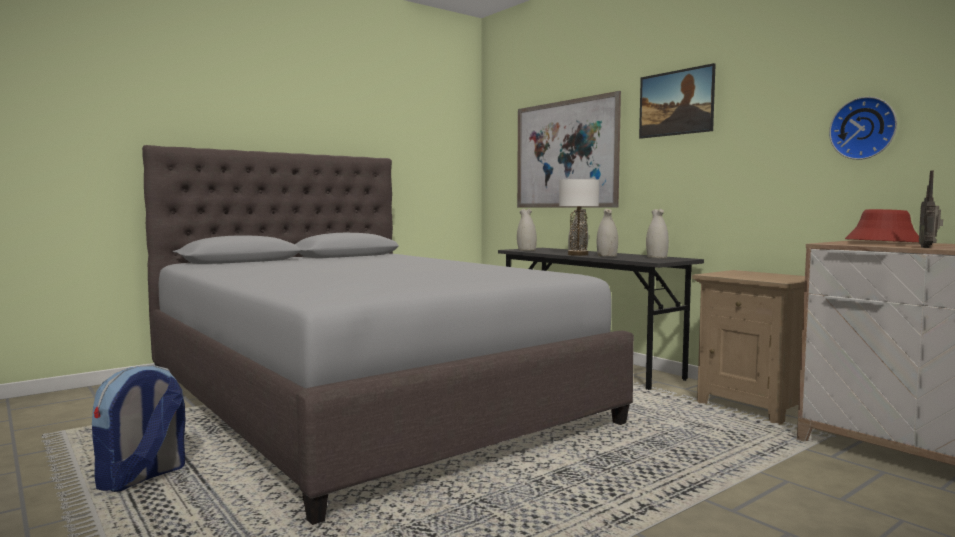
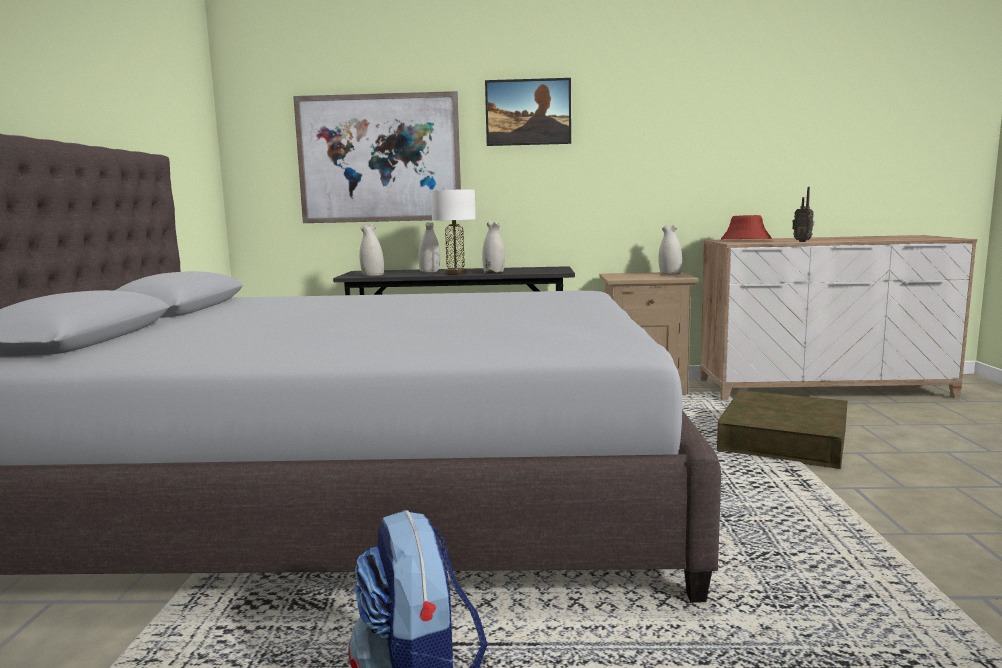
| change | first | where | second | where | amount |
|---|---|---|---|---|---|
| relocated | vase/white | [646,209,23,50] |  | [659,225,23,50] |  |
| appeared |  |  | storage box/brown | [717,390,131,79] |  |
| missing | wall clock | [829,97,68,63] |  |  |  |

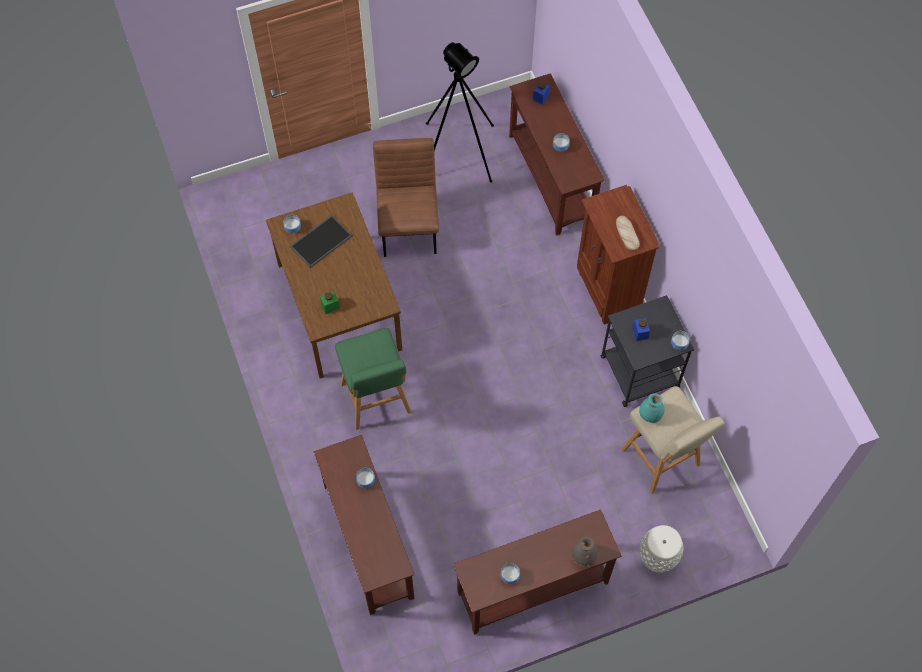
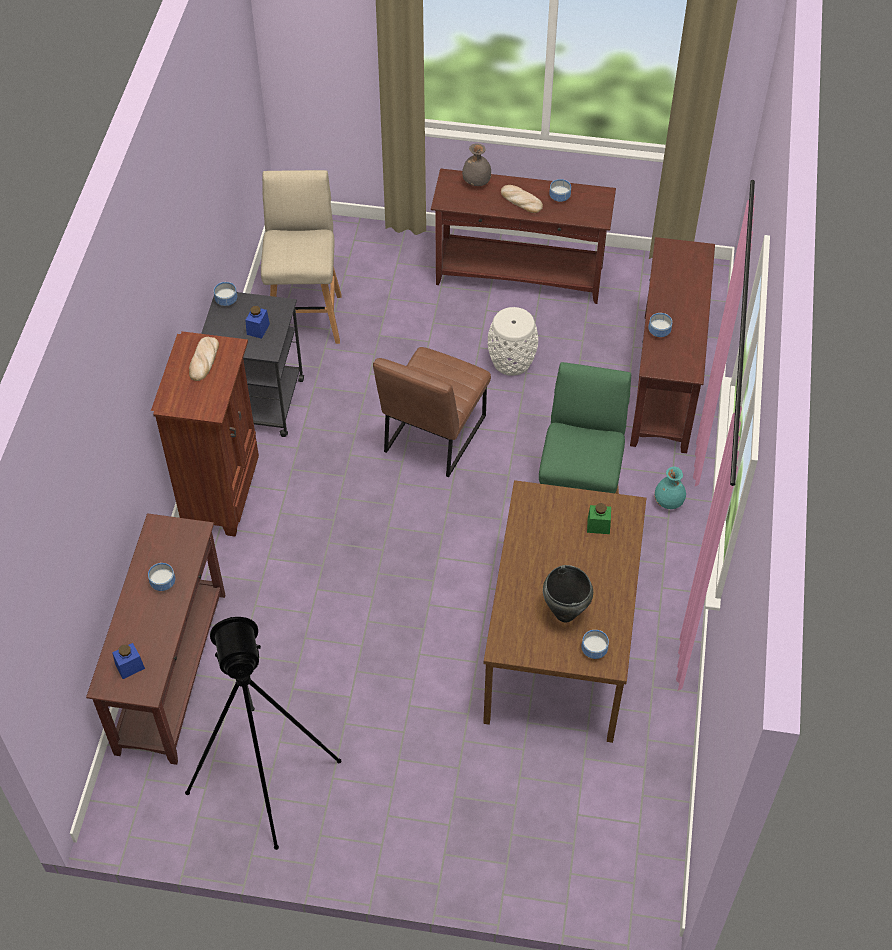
| change | first | where | second | where | amount |
|---|---|---|---|---|---|
| relocated | chair/brown | [373,138,66,119] |  | [373,347,118,130] |  |
| relocated | stool/white | [640,525,43,48] |  | [488,307,50,69] |  |
| appeared |  |  | bread | [501,185,42,28] |  |
| exchanged | tray | [290,215,62,53] | cooking pot/black | [543,565,50,57] |  |
| relocated | vase/turquoise | [639,393,26,30] |  | [654,467,32,42] |  |

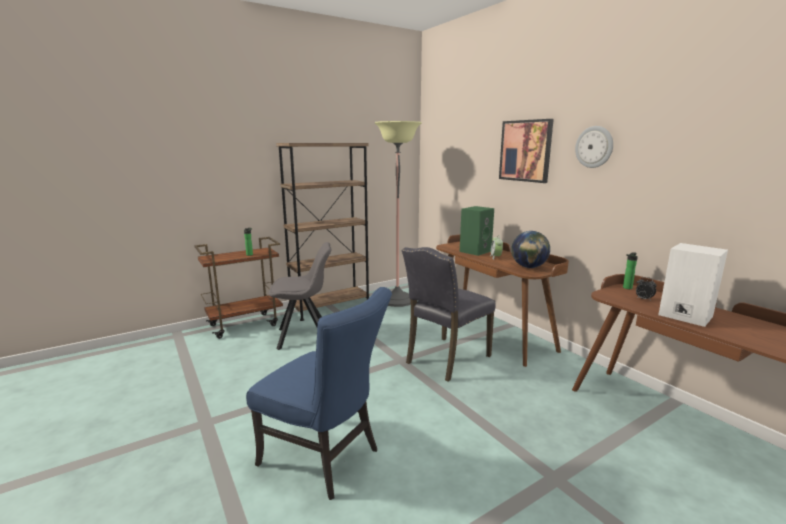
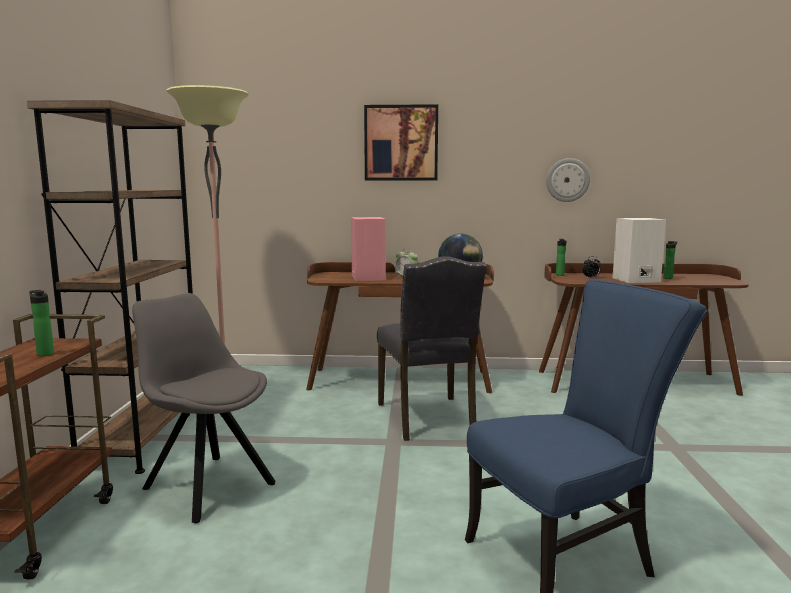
| change | first | where | second | where | amount |
|---|---|---|---|---|---|
| spun | chair/grey | [269,242,62,108] |  | [132,293,143,230] | 75 degrees counterclockwise |
| colour | speaker/green | [460,206,34,50] | speaker/pink | [351,217,35,64] |  |
| relocated | wall clock | [575,126,38,42] |  | [546,158,44,44] |  |
| appeared |  |  | bottle | [663,241,14,38] |  |

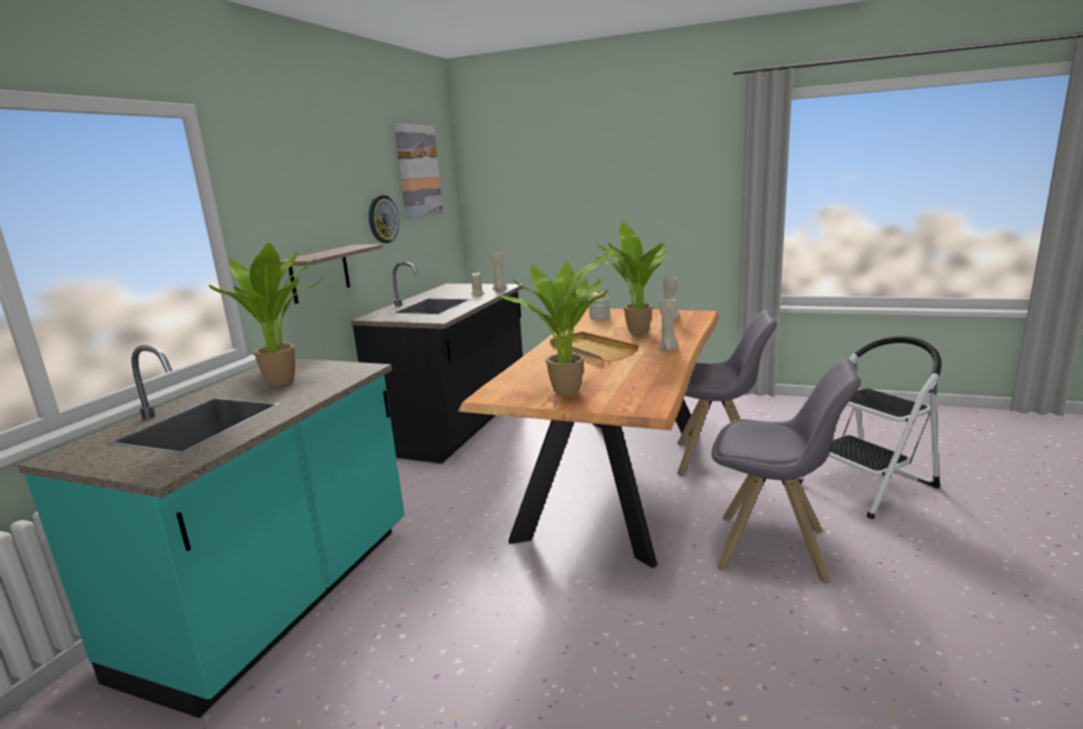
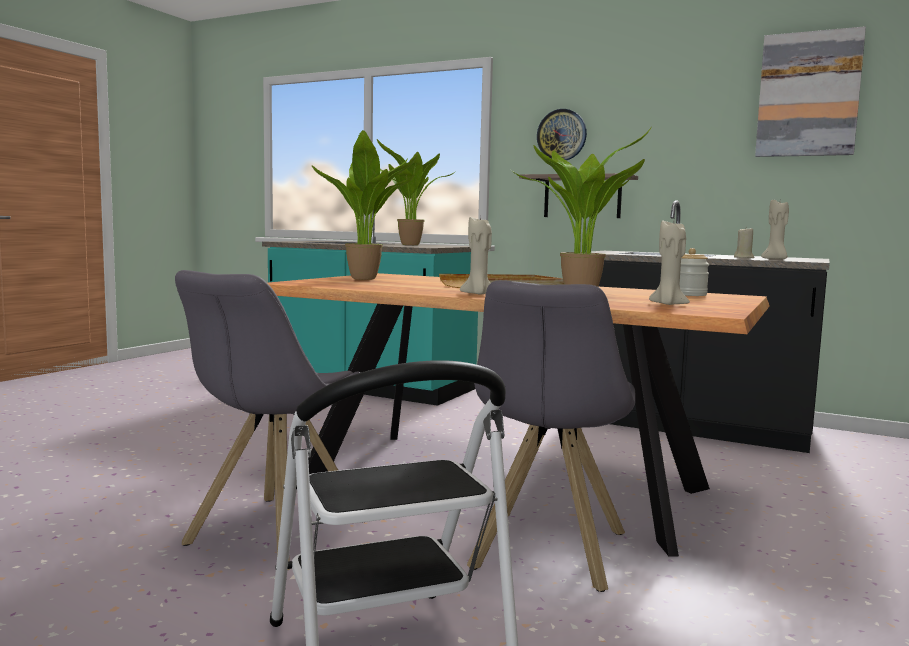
| change | first | where | second | where | amount |
|---|---|---|---|---|---|
| relocated | wall clock | [369,195,30,48] |  | [537,109,50,51] |  |

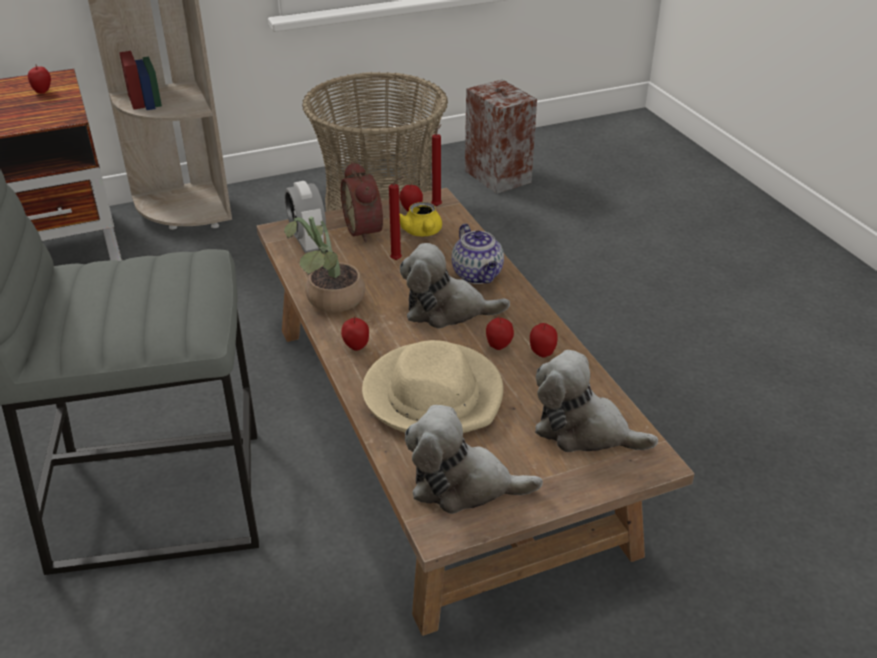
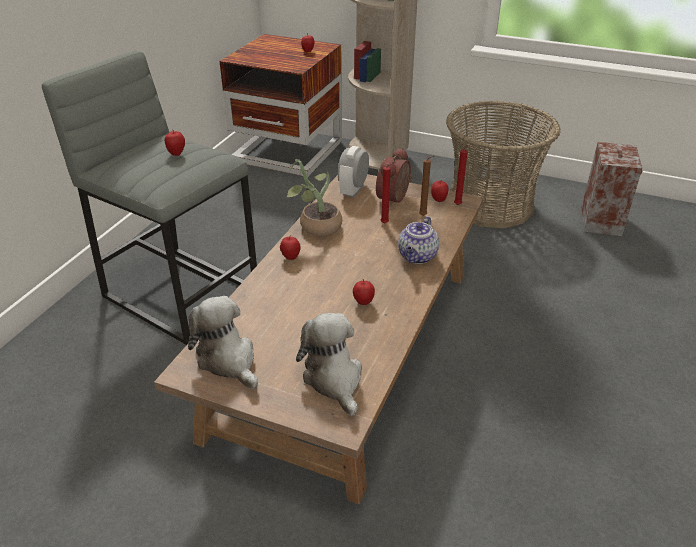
| change | first | where | second | where | amount |
|---|---|---|---|---|---|
| relocated | apple | [530,323,28,35] |  | [165,130,20,26] |  |
| exchanged | teapot/yellow | [400,202,42,34] | candle/brown | [419,155,16,61] |  |
| missing | hat/beige | [362,340,142,93] |  |  |  |
| missing | plush toy | [400,243,110,86] |  |  |  |

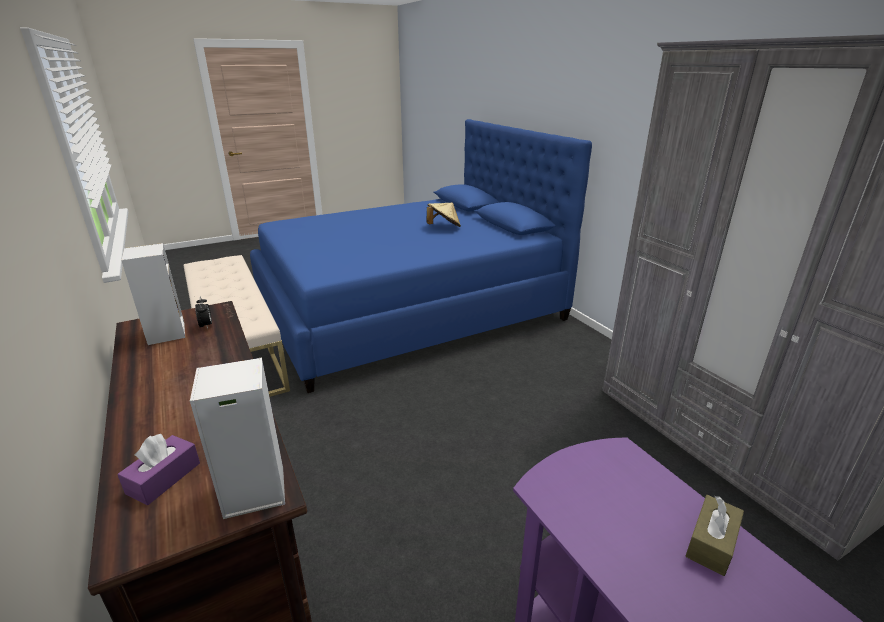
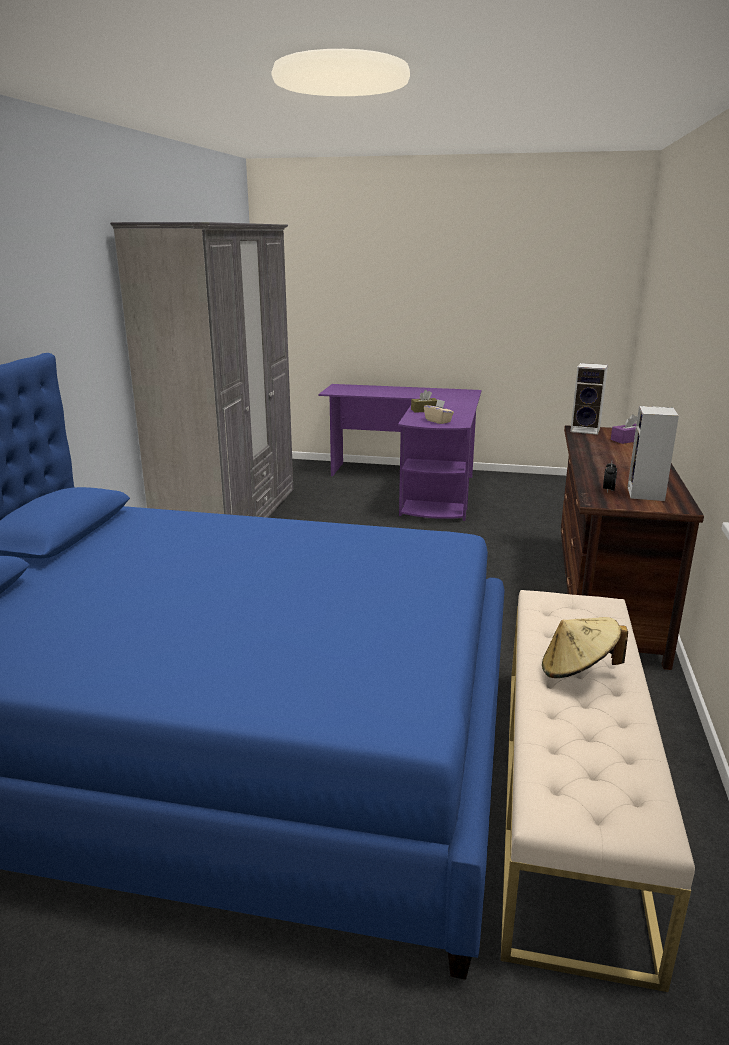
| change | first | where | second | where | amount |
|---|---|---|---|---|---|
| appeared |  |  | tissue box/beige | [424,399,30,25] |  |
| relocated | hat/beige | [427,203,34,24] |  | [542,617,86,61] |  |

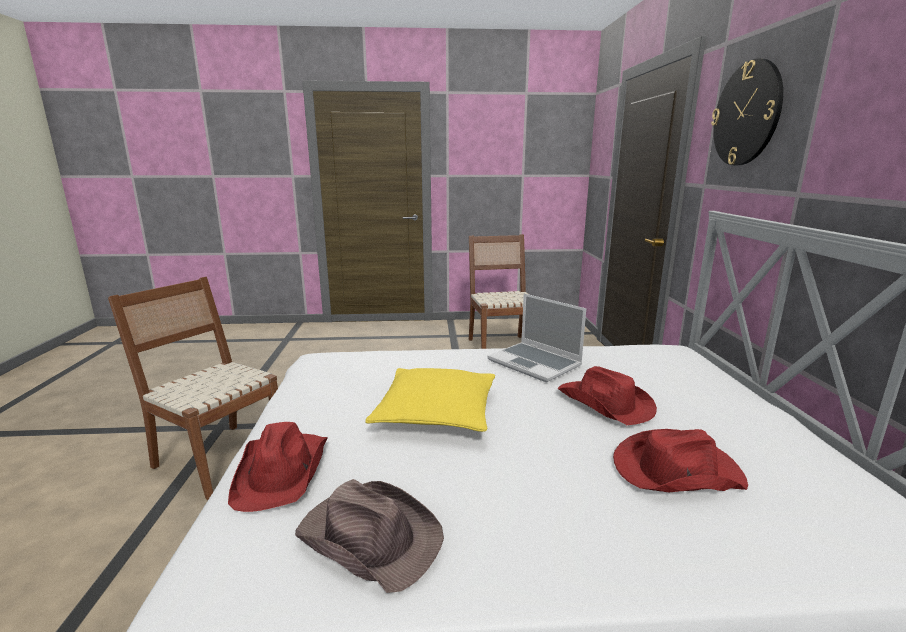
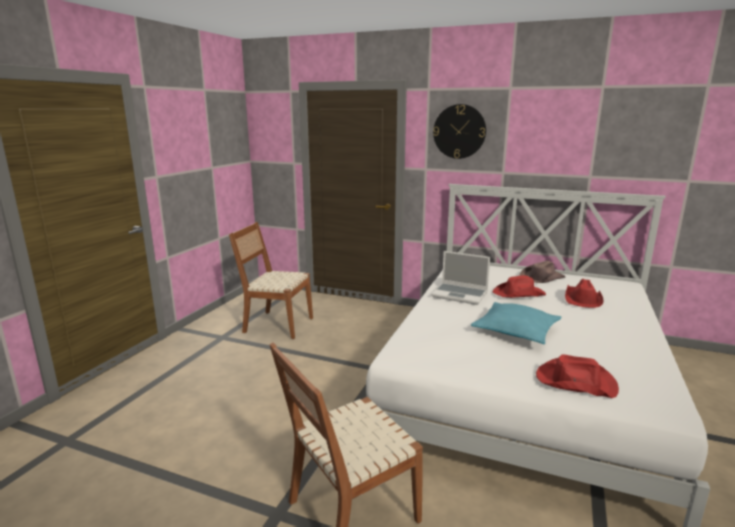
| change | first | where | second | where | amount |
|---|---|---|---|---|---|
| spun | laptop | [488,293,98,90] |  | [431,251,59,54] | 45 degrees clockwise |
| colour | pillow/yellow | [365,368,130,64] | pillow/turquoise | [471,302,90,42] |  |
| relocated | hat/brown | [295,479,149,114] |  | [520,261,45,22] |  |

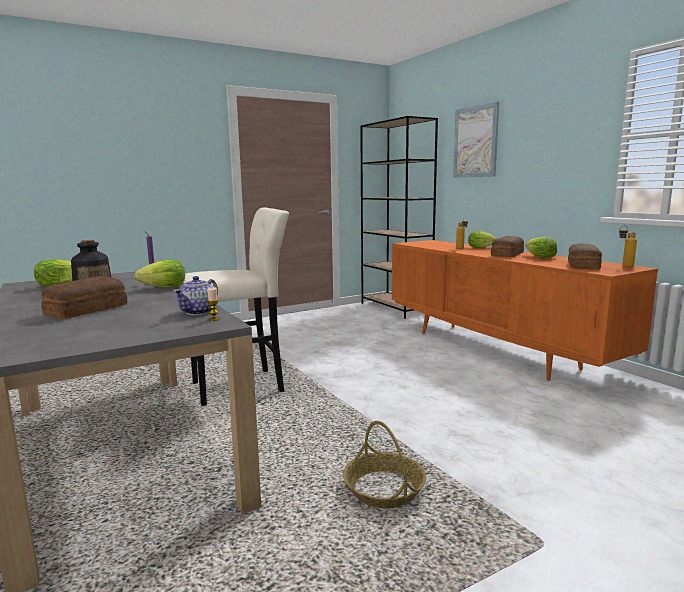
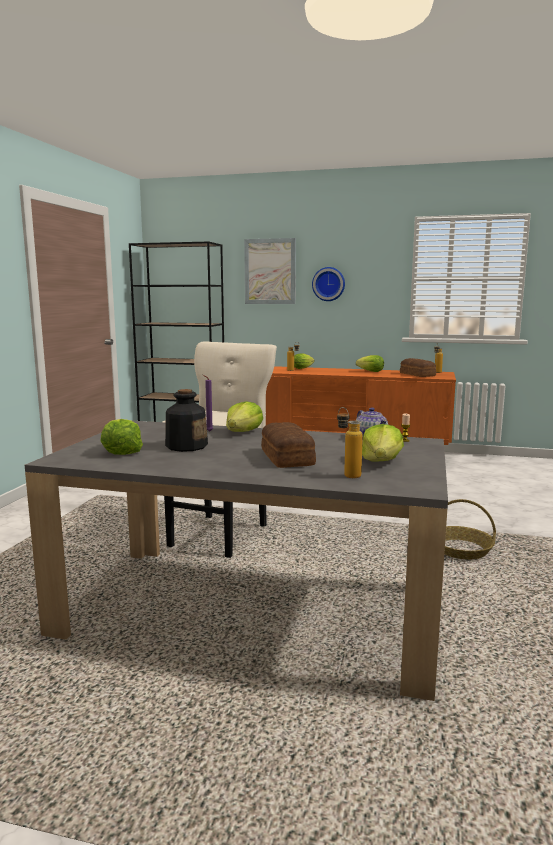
| change | first | where | second | where | amount |
|---|---|---|---|---|---|
| appeared |  |  | wall clock | [312,267,33,34] |  |
| appeared |  |  | bottle | [337,407,26,71] |  |
| appeared |  |  | lettuce | [362,424,42,37] |  |
| missing | bread | [491,236,33,21] |  |  |  |

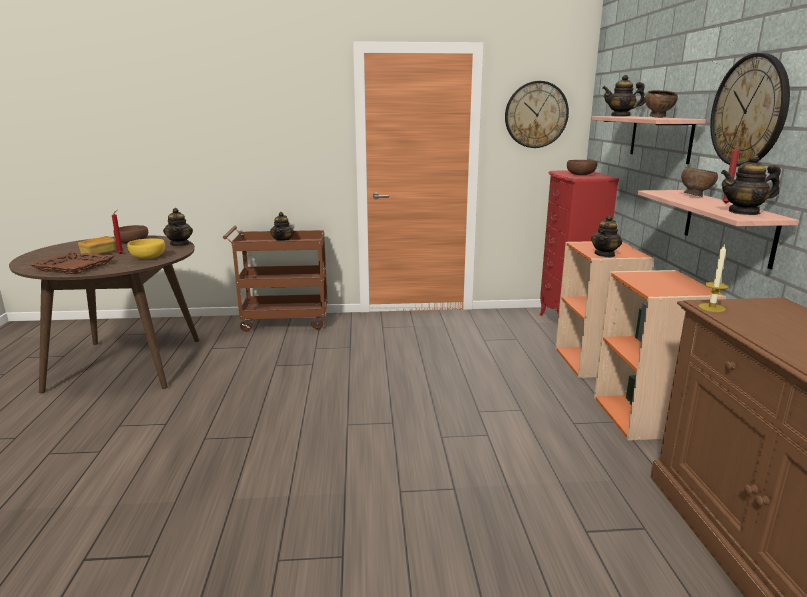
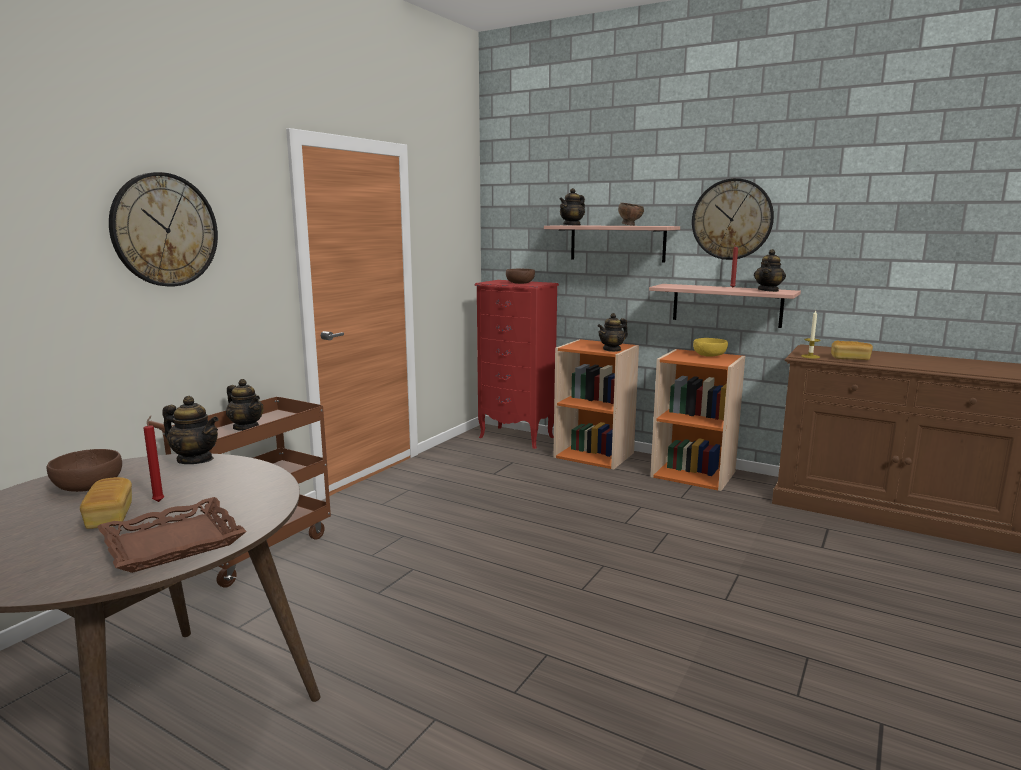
| change | first | where | second | where | amount |
|---|---|---|---|---|---|
| relocated | wall clock | [505,81,64,67] |  | [109,172,109,115] |  |
| spun | teapot | [591,215,31,43] |  | [598,313,30,39] | 75 degrees clockwise |
| relocated | bowl/yellow | [127,238,38,21] |  | [693,338,35,19] |  |
| appeared |  |  | bread | [831,341,42,19] |  |
| missing | bowl/brown | [681,167,37,30] |  |  |  |

